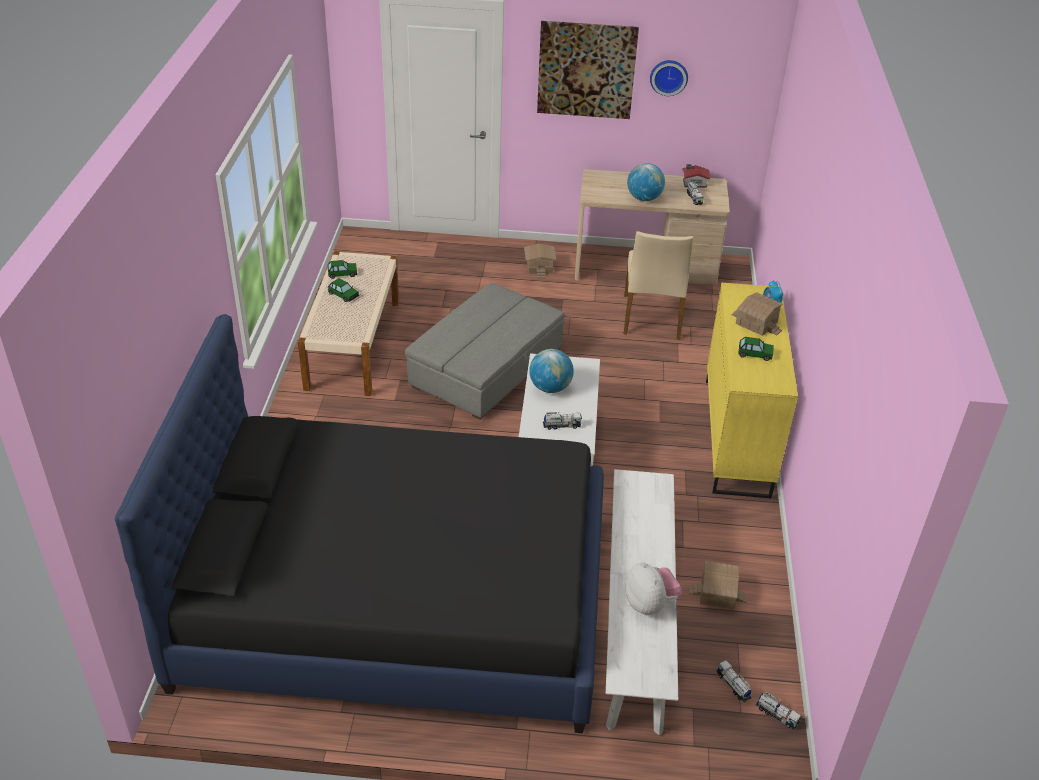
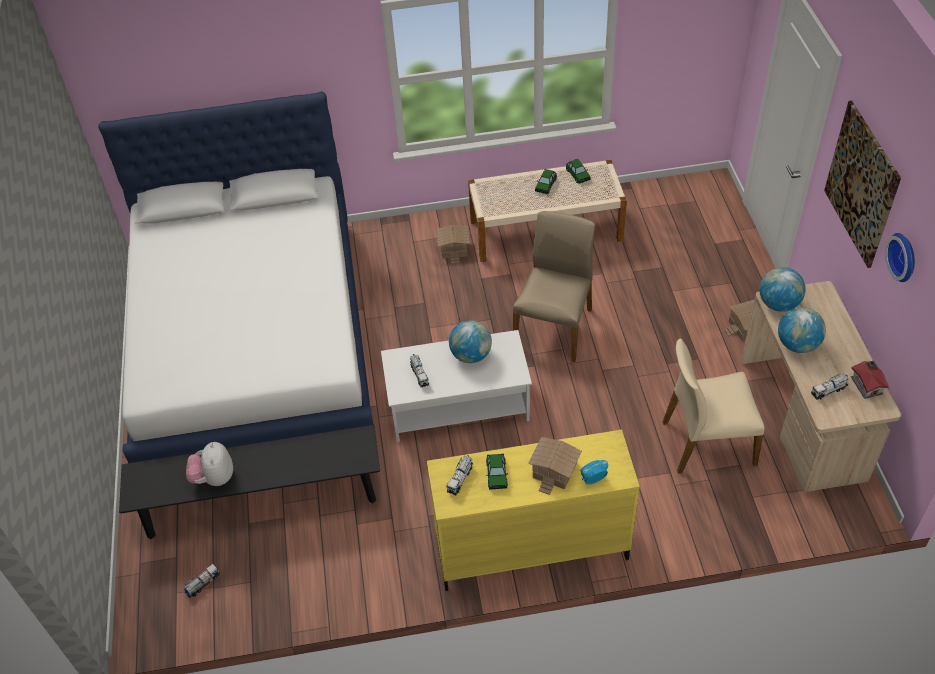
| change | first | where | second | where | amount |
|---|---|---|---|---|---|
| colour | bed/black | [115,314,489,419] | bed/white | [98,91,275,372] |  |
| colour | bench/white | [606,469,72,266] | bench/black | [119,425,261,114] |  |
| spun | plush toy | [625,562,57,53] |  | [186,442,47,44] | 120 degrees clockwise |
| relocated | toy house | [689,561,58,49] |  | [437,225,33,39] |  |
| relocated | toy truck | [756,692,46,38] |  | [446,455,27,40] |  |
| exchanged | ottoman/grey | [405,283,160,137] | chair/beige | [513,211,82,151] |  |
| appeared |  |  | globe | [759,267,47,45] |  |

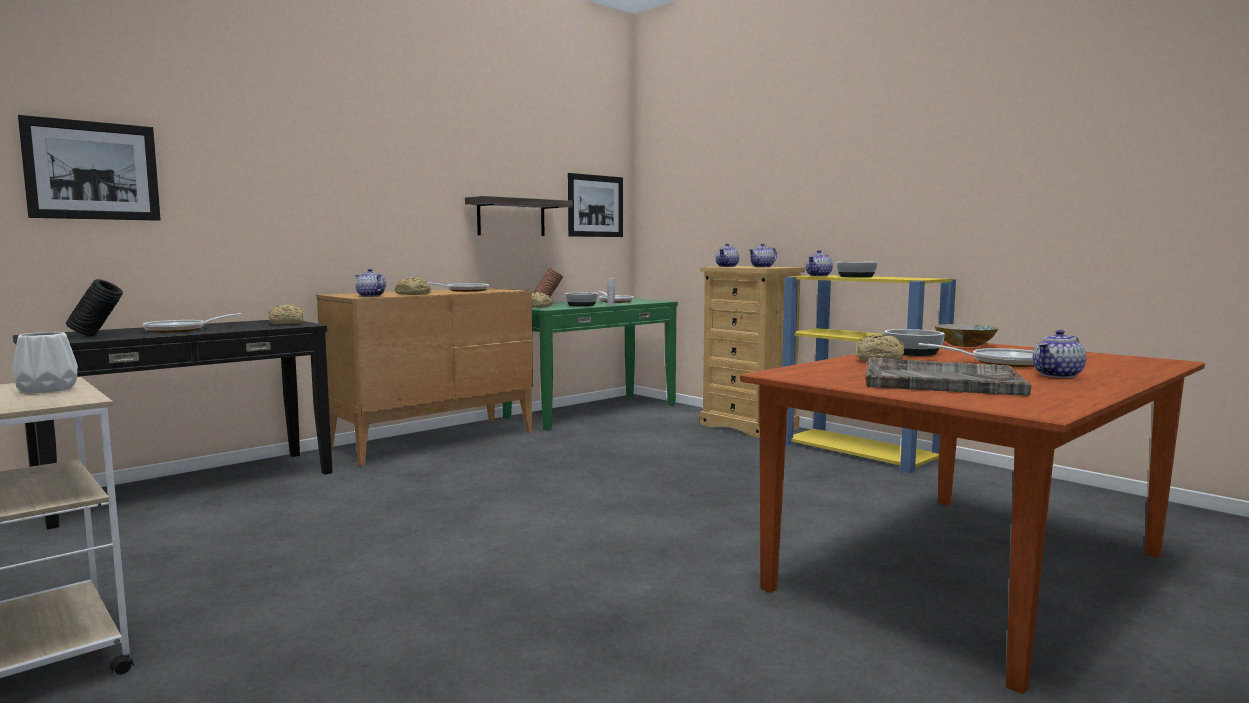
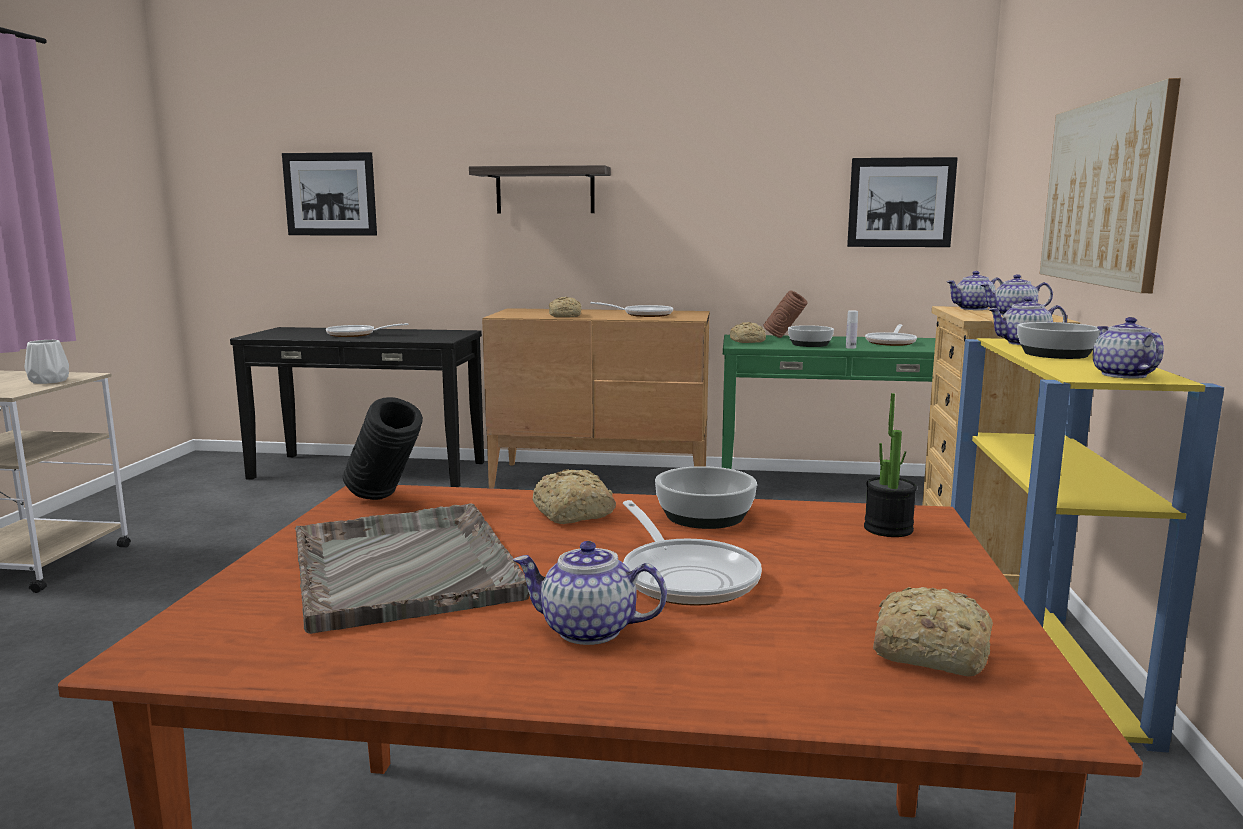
| change | first | where | second | where | amount |
|---|---|---|---|---|---|
| relocated | vase/black | [66,279,57,57] |  | [343,397,80,103] |  |
| relocated | shelf | [465,196,107,40] |  | [469,165,142,48] |  |
| exchanged | bowl | [935,324,64,23] | potted plant | [864,393,53,144] |  |
| relocated | bread | [269,304,35,20] |  | [873,587,120,89] |  |
| appeared |  |  | picture | [1040,78,141,215] |  |
| relocated | teapot | [355,269,31,28] |  | [1093,317,71,62] |  |

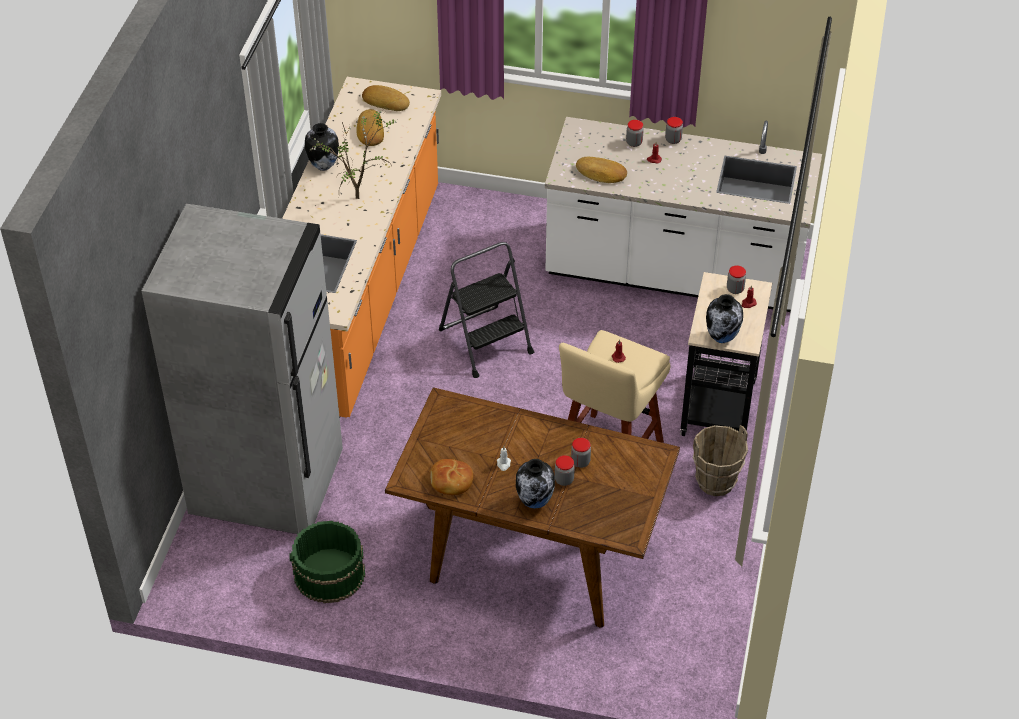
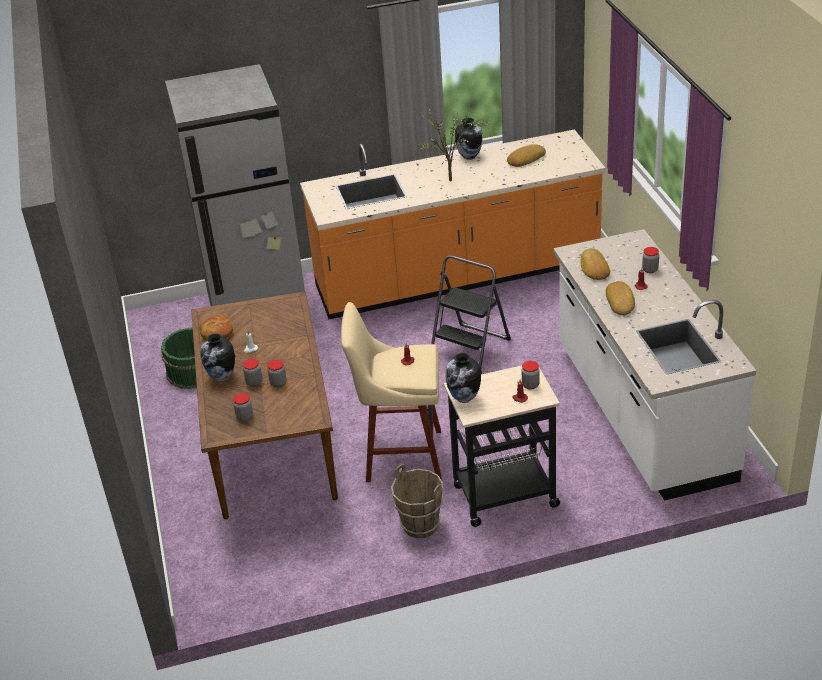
| change | first | where | second | where | amount |
|---|---|---|---|---|---|
| relocated | jar | [665,117,18,27] |  | [233,393,20,29] |  |
| relocated | bread | [362,85,48,26] |  | [606,281,29,34] |  |

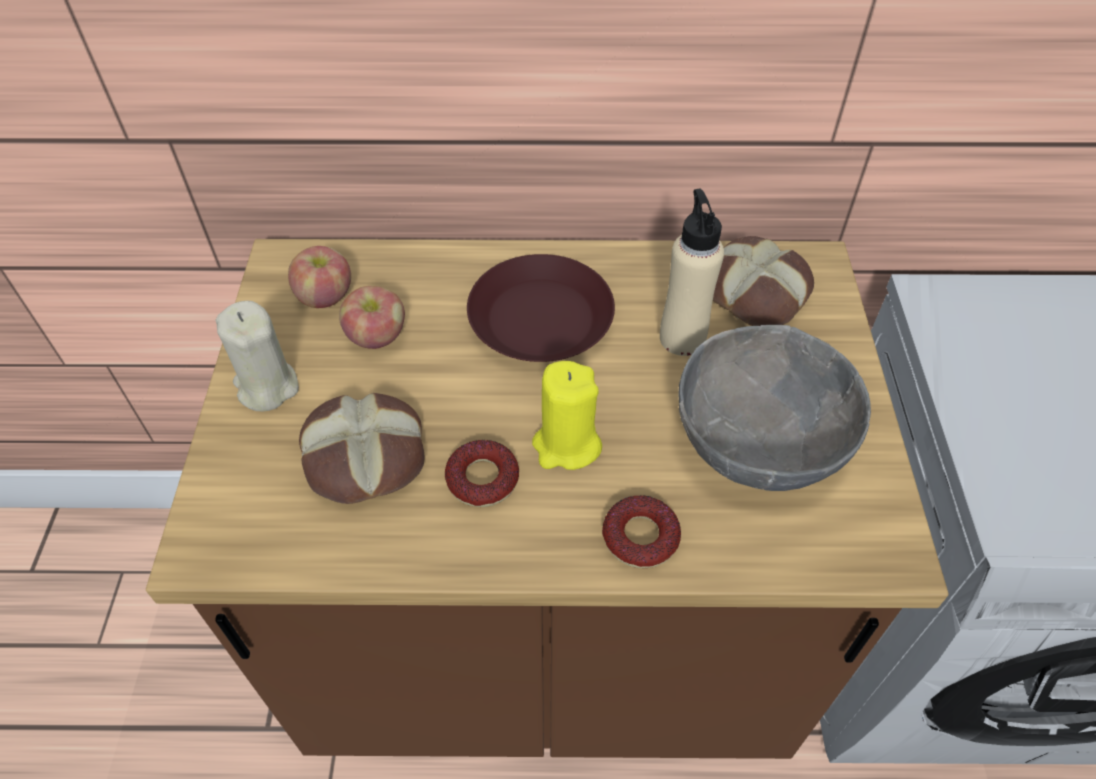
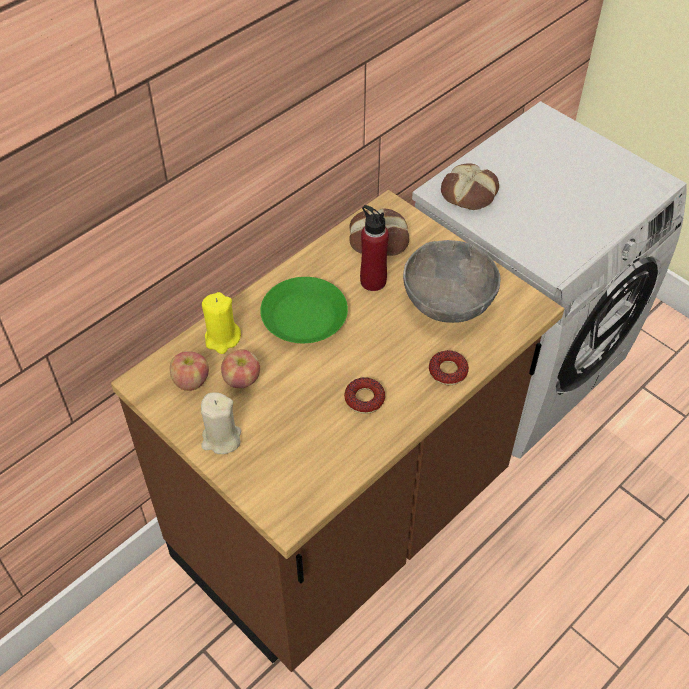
| change | first | where | second | where | amount |
|---|---|---|---|---|---|
| relocated | candle/yellow | [532,361,70,109] |  | [202,292,39,62] |  |
| colour | plate/brown | [467,254,148,108] | plate/green | [260,277,88,66] |  |
| colour | bottle/beige | [660,188,64,168] | bottle/red | [360,205,29,86] |  |
| relocated | bread | [299,393,125,111] |  | [441,163,58,47] |  |

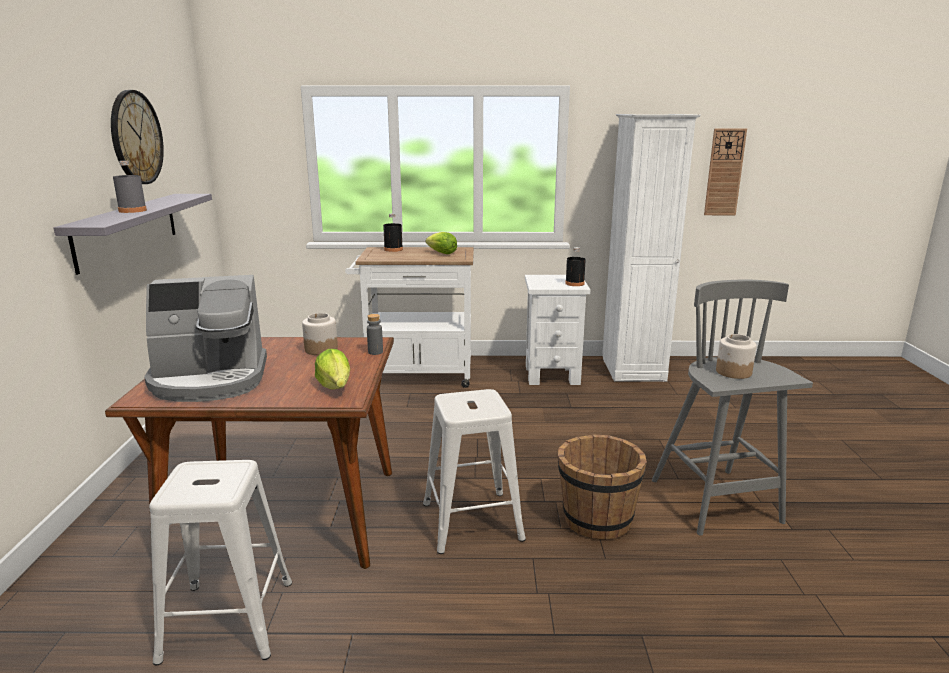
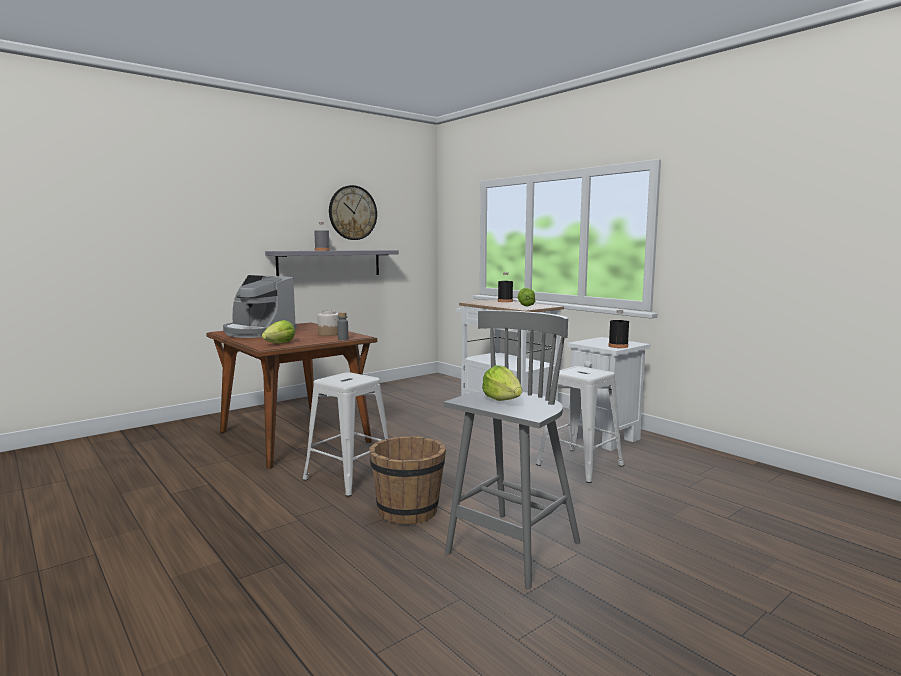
| change | first | where | second | where | amount |
|---|---|---|---|---|---|
| exchanged | jar | [716,334,41,45] | lettuce | [482,365,40,36] |  |
| relocated | stool/white | [149,460,143,205] |  | [536,366,88,117] |  |
| missing | cabinet/white | [602,114,99,268] |  |  |  |
| missing | wall clock | [704,129,43,86] |  |  |  |

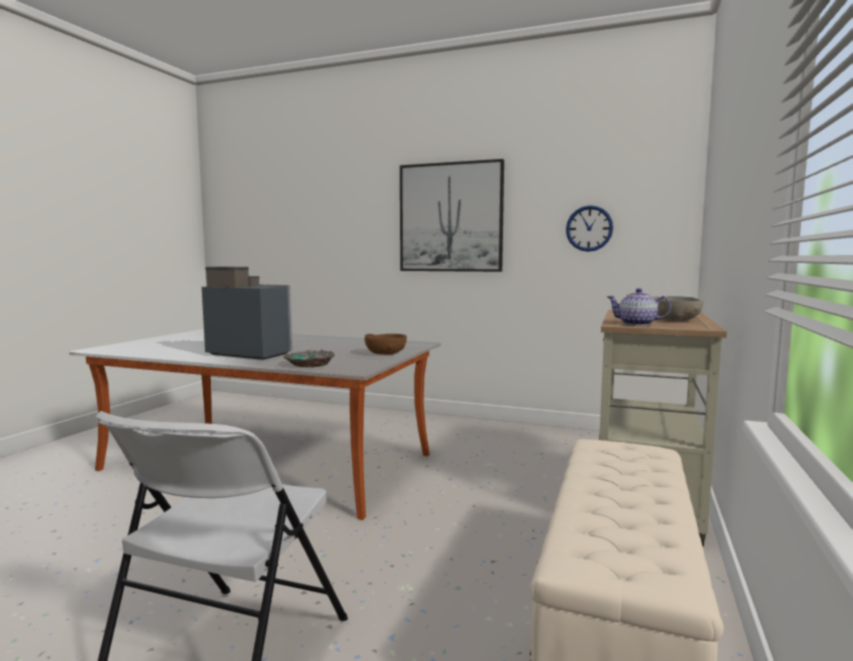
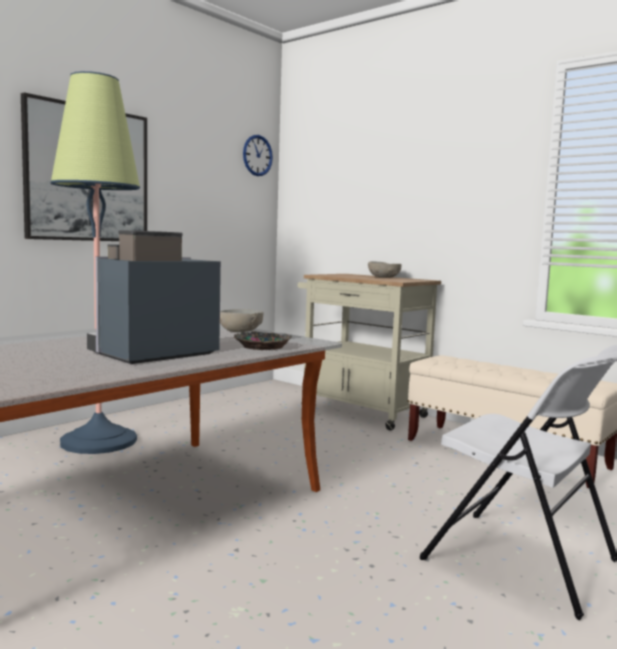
| change | first | where | second | where | amount |
|---|---|---|---|---|---|
| appeared |  |  | floor lamp | [50,71,90,383] |  |
| colour | bowl/brown | [365,334,42,21] | bowl/grey | [220,309,44,23] |  |
| relocated | wall clock | [566,205,47,47] |  | [243,135,30,41] |  |
| missing | teapot | [607,288,64,38] |  |  |  |

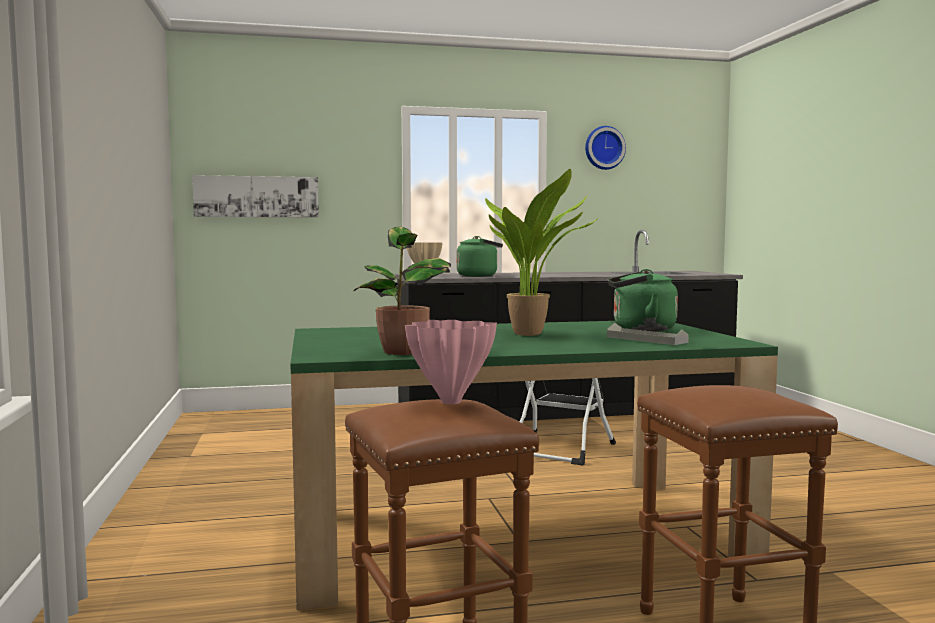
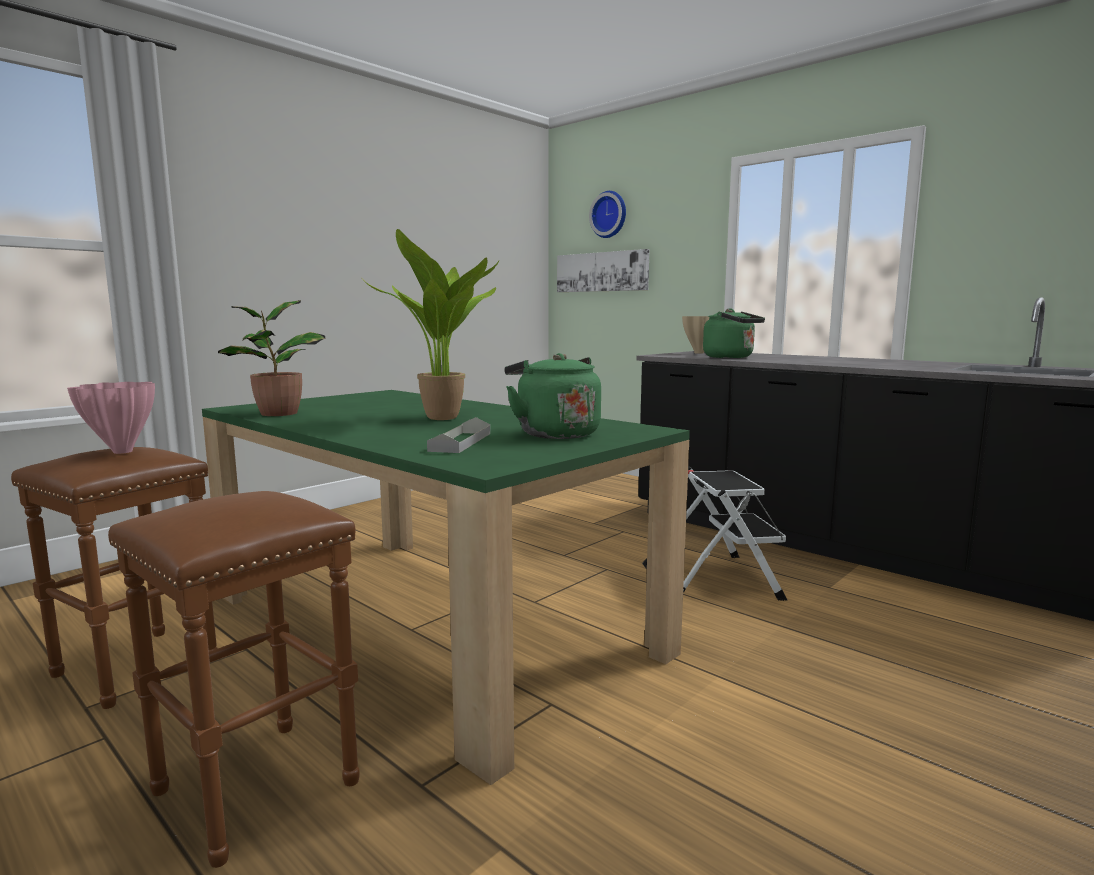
| change | first | where | second | where | amount |
|---|---|---|---|---|---|
| relocated | wall clock | [585,126,41,44] |  | [589,191,37,47] |  |

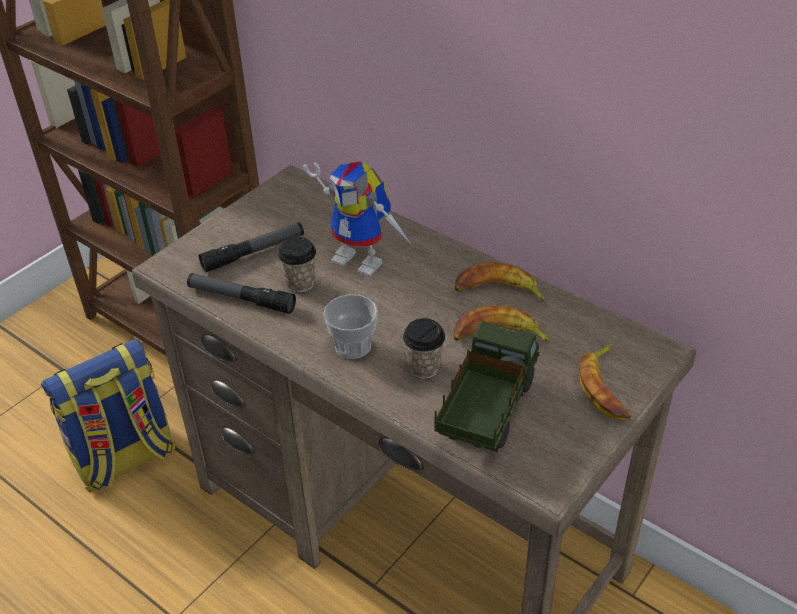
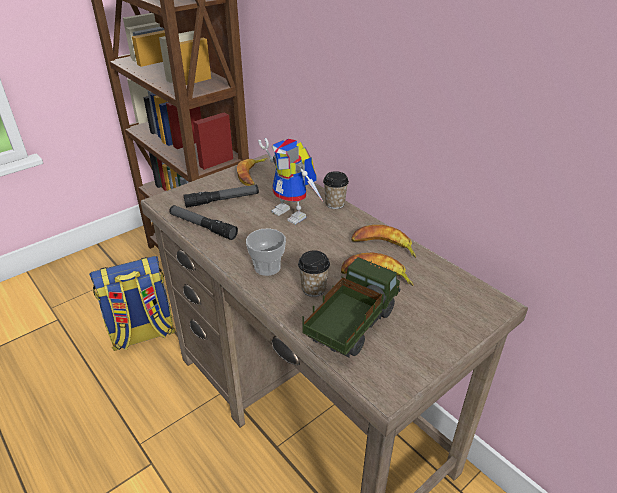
| change | first | where | second | where | amount |
|---|---|---|---|---|---|
| relocated | banana | [579,343,52,77] |  | [237,158,31,28] |  |
| relocated | cup | [278,237,38,56] |  | [323,171,26,38] |  |

